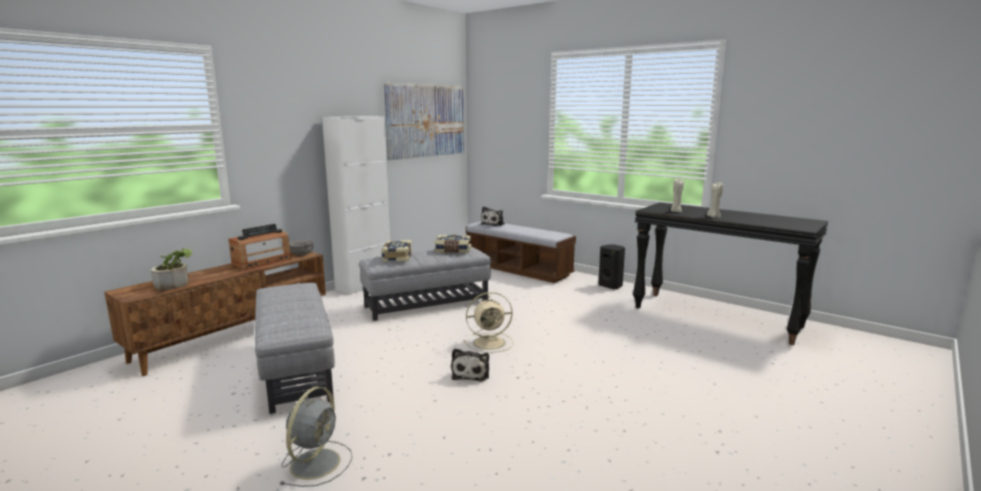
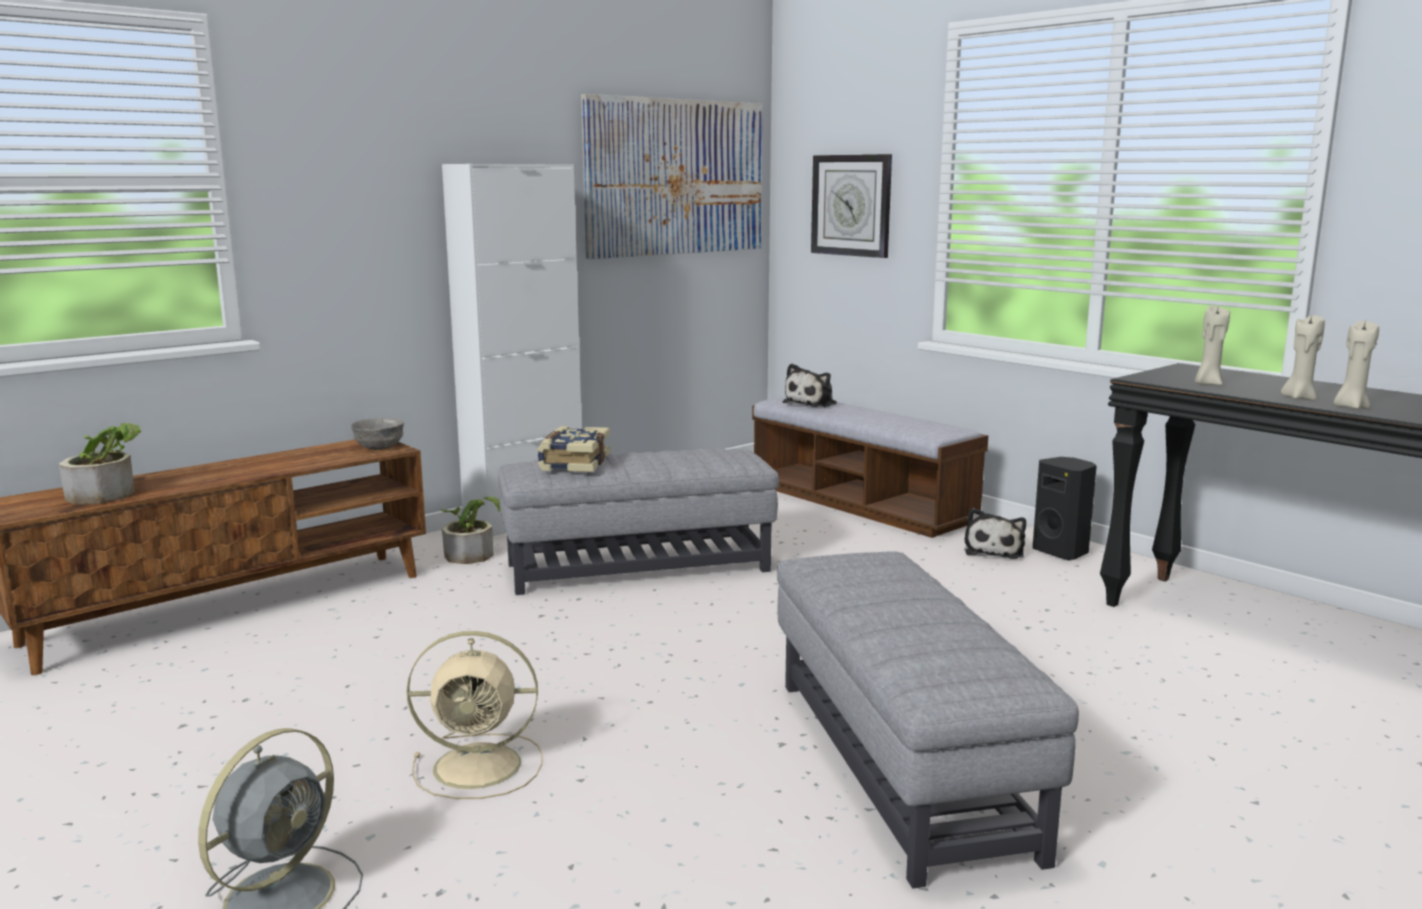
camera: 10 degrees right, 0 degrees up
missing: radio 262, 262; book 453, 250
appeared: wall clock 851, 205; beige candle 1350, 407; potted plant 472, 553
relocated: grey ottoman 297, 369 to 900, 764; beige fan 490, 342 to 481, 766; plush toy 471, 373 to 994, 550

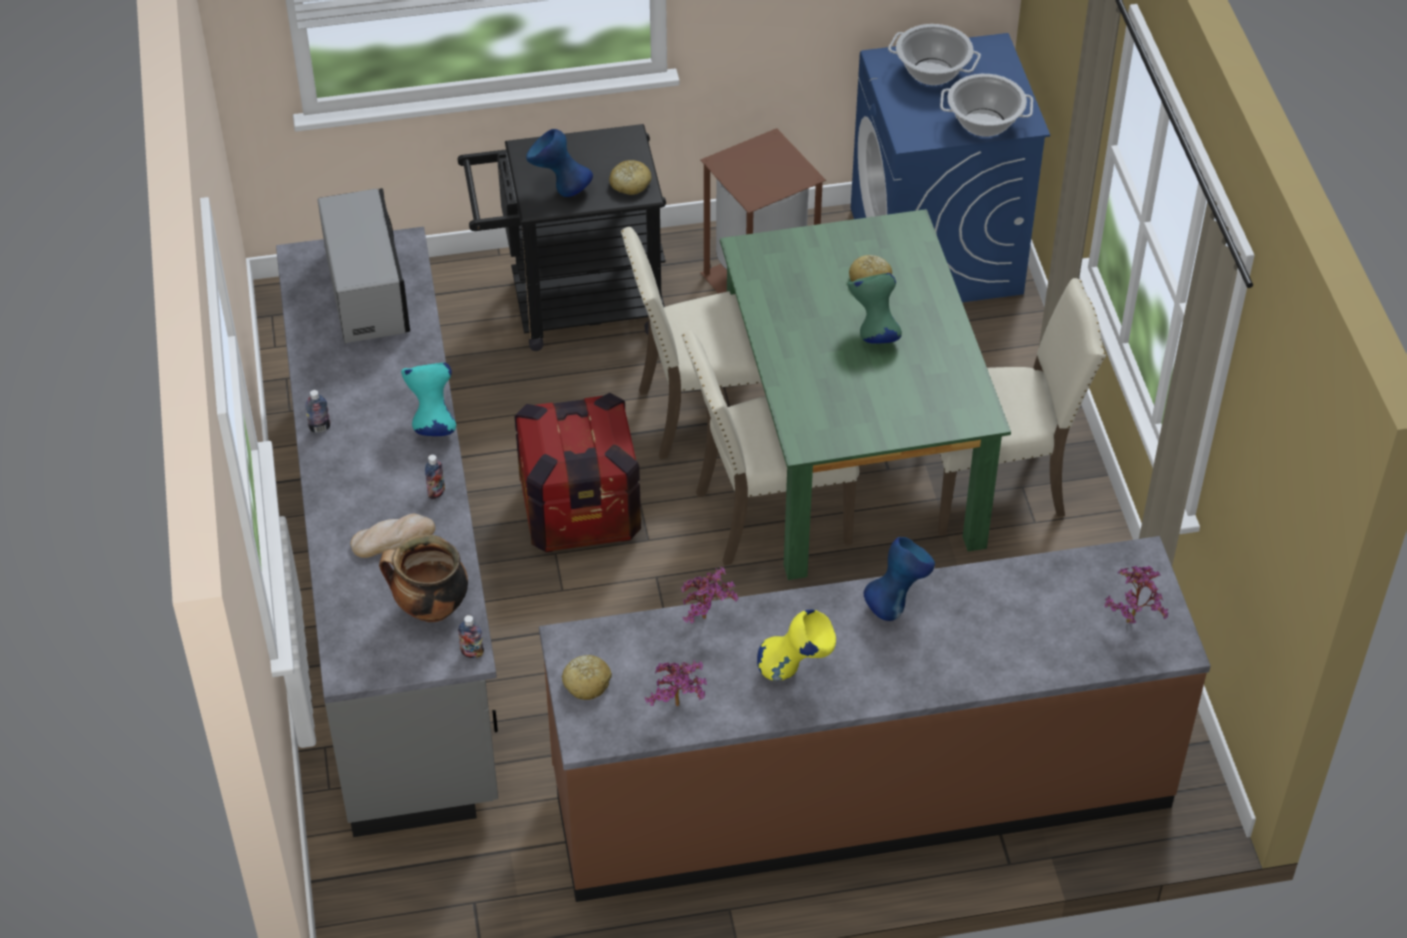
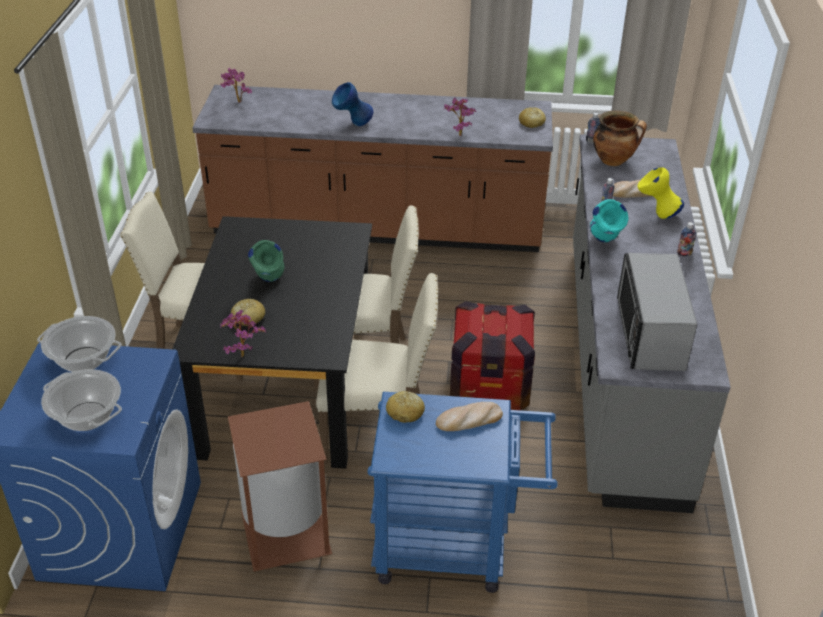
camera: 165 degrees left, 10 degrees down
relocated: yellow vase 796, 671 to 656, 215; potted plant 679, 708 to 242, 353
exchanged: blue vase 560, 189 to bread 469, 420
colour: black cart 571, 306 to blue cart 454, 547; green dining table 850, 452 to black dining table 288, 387

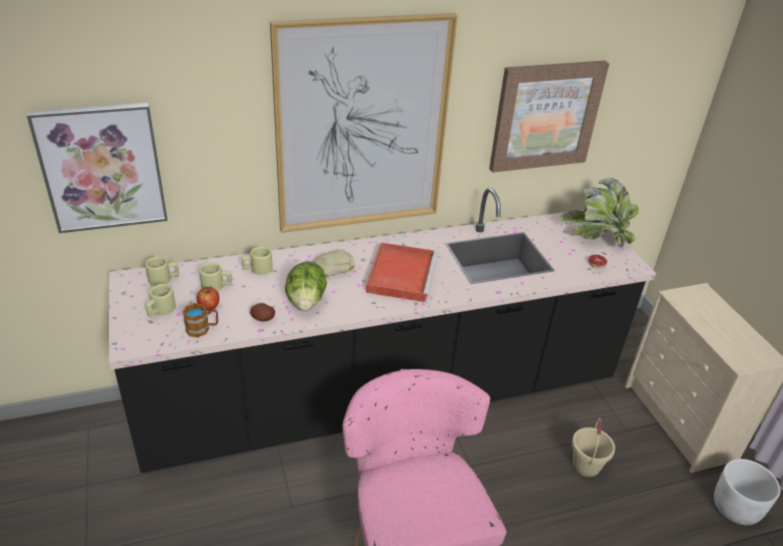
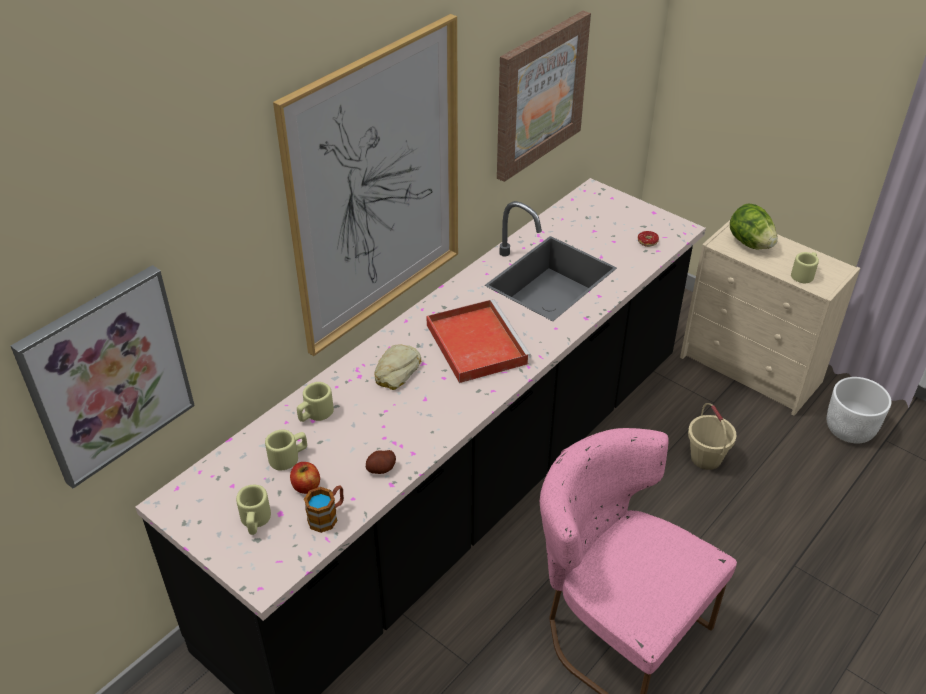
camera: 30 degrees left, 5 degrees up
missing: potted plant 596, 237
relocated: beige mug 164, 279 to 804, 274; lettuce 306, 302 to 750, 243

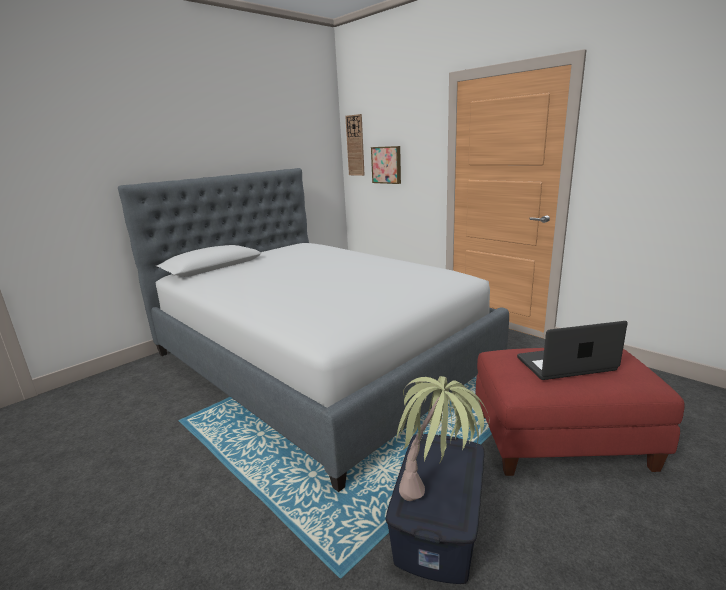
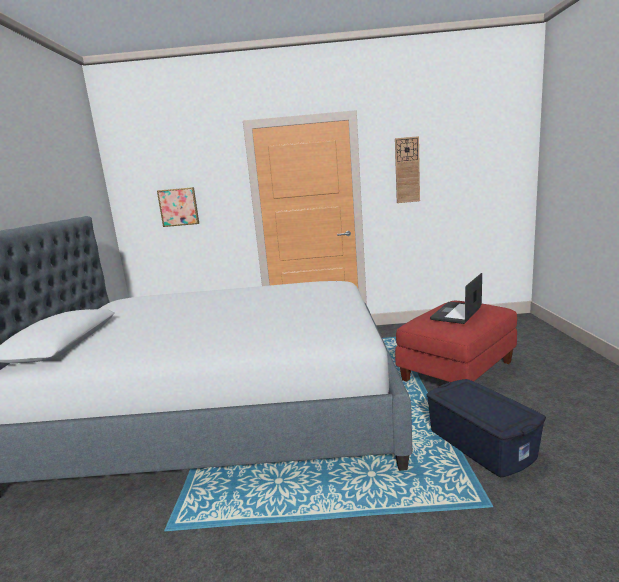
camera: 45 degrees left, 5 degrees down
missing: potted plant 438, 488
relocated: wall clock 355, 145 to 407, 170

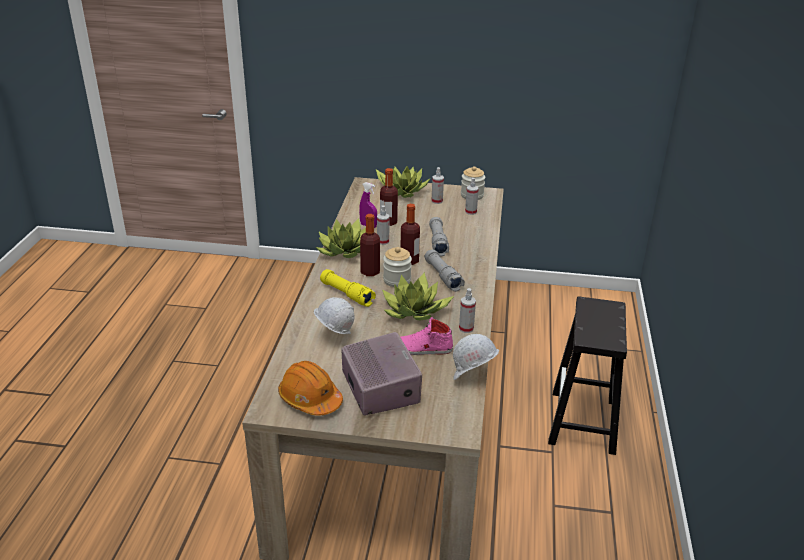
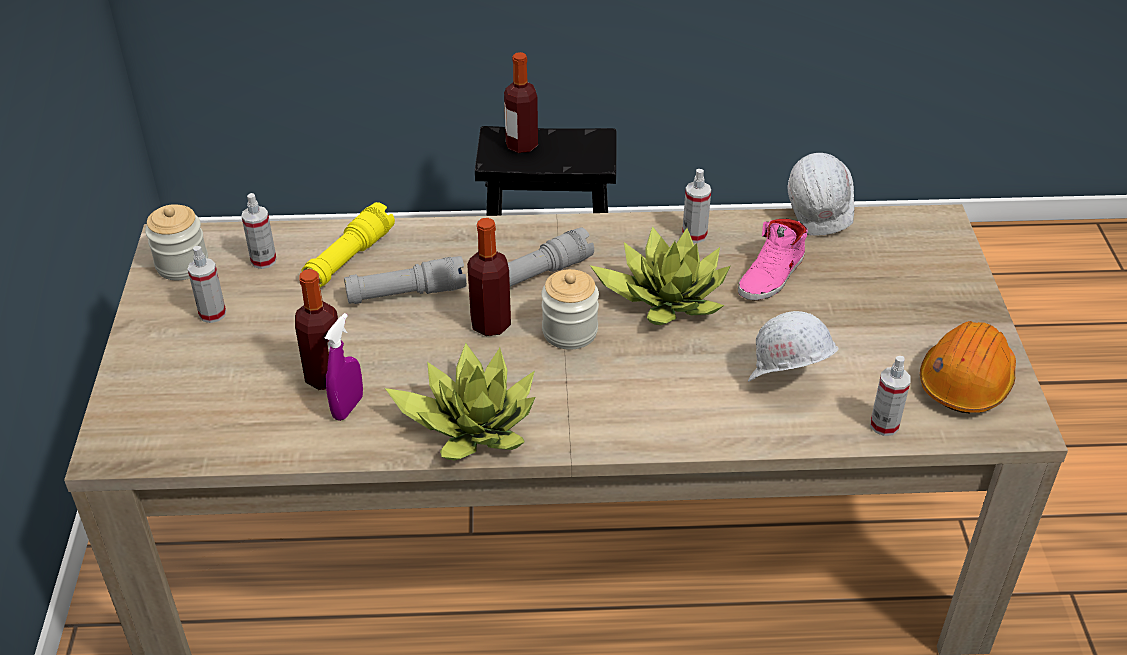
camera: 100 degrees left, 10 degrees up
missing: potted plant 402, 191; radio 380, 387
relocated: spray bottle 383, 241 to 884, 425; bottle 370, 272 to 521, 145; yellow flashlight 347, 294 to 349, 258
spun: pink shoe 422, 349 = 772, 276 45 degrees clockwise

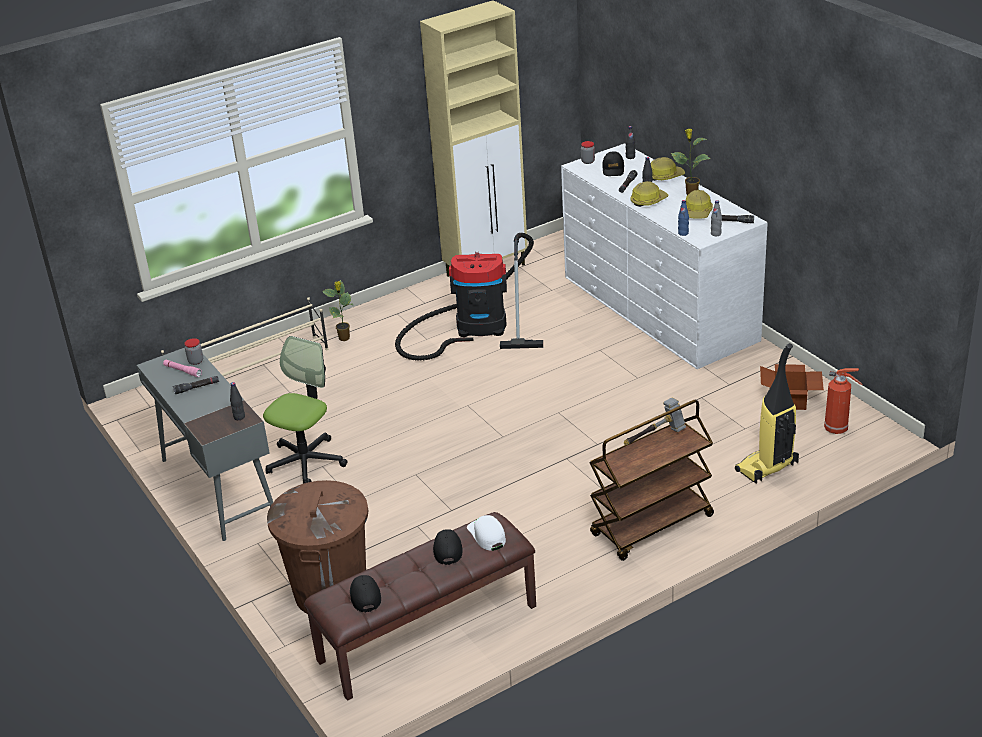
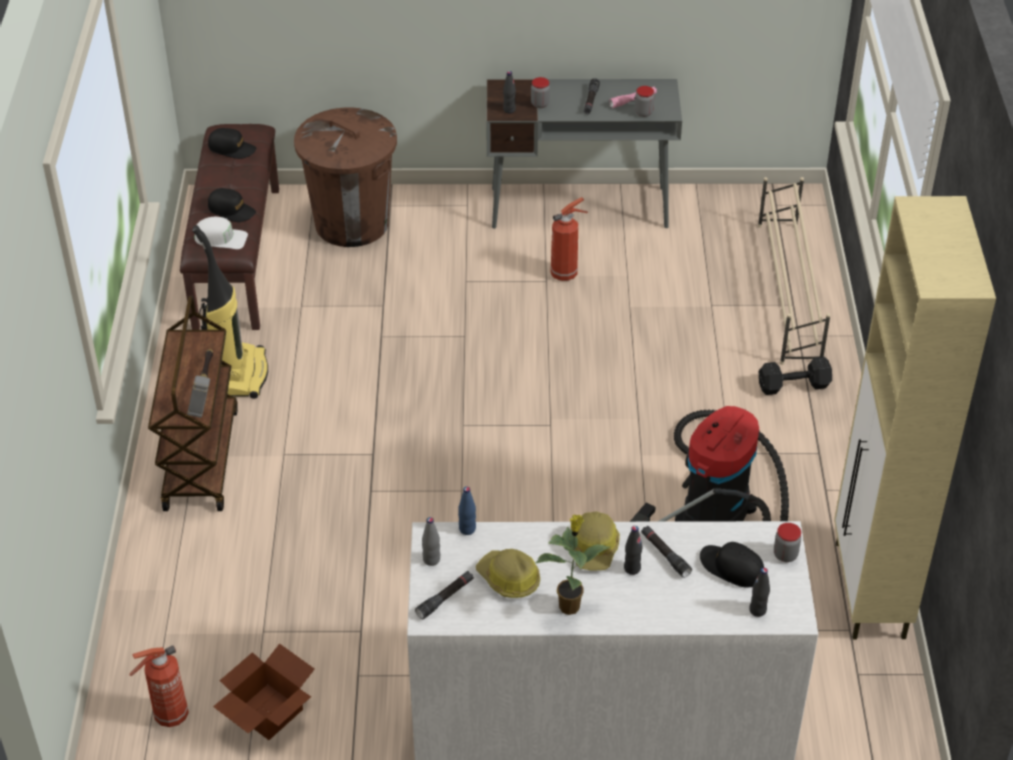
camera: 120 degrees right, 10 degrees up
missing: hard hat 665, 176
appeared: jar 540, 104
relocated: vacuum cleaner 767, 468 to 241, 374
exchanged: potted plant 344, 338 to black dumbbell 795, 386; office chair 306, 461 to fire extinguisher 565, 273

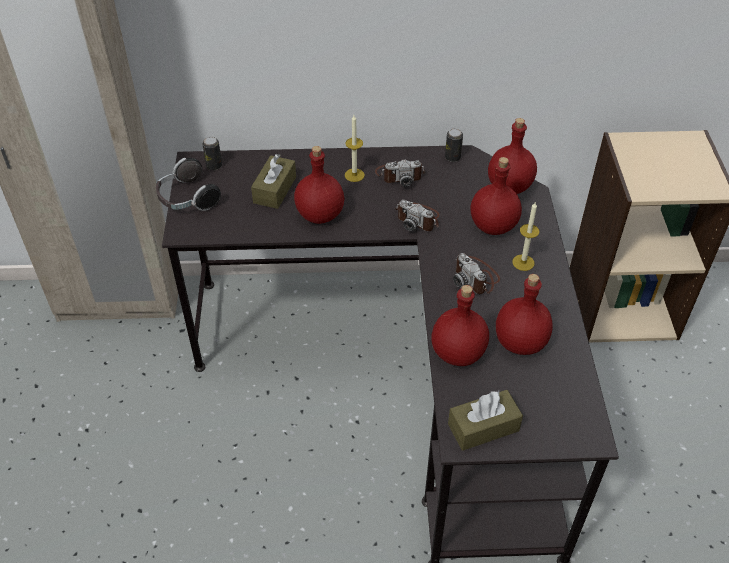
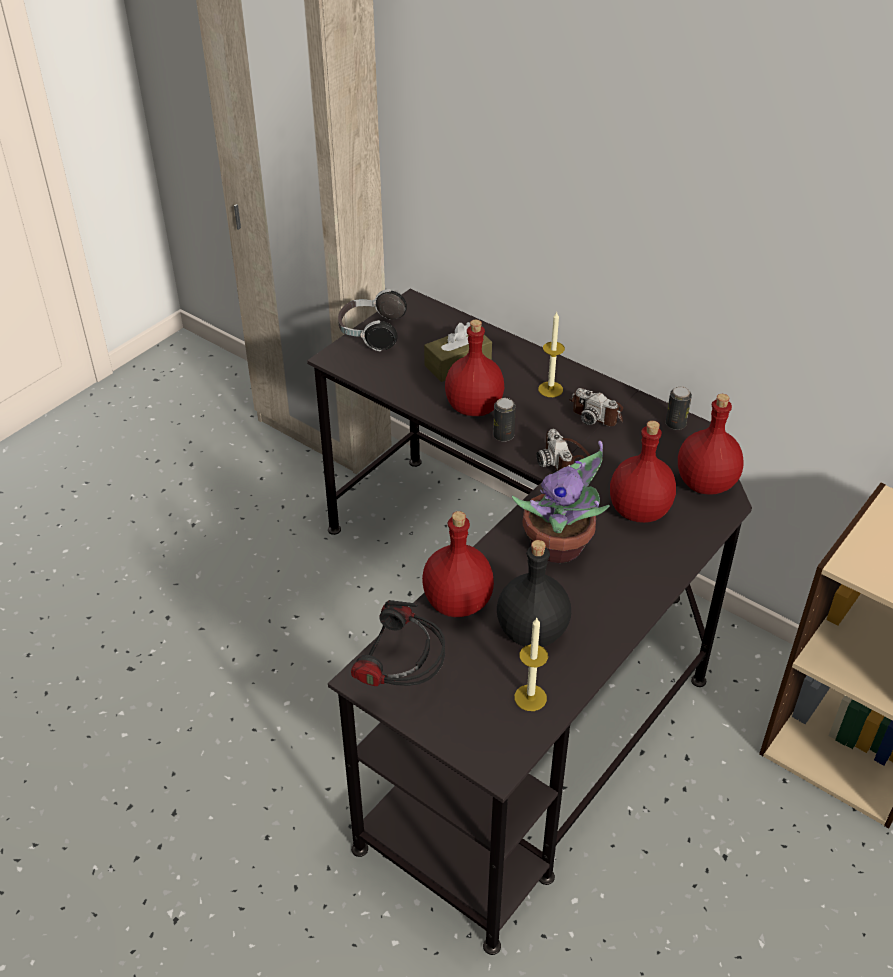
camera: 40 degrees right, 5 degrees down
relocated: can 214, 165 to 503, 435; candle 523, 262 to 530, 697
exchanged: photo camera 476, 277 to potted plant 560, 547; brown tissue box 483, 427 to headphones 401, 681
colour: red bottle 519, 342 to black bottle 531, 631

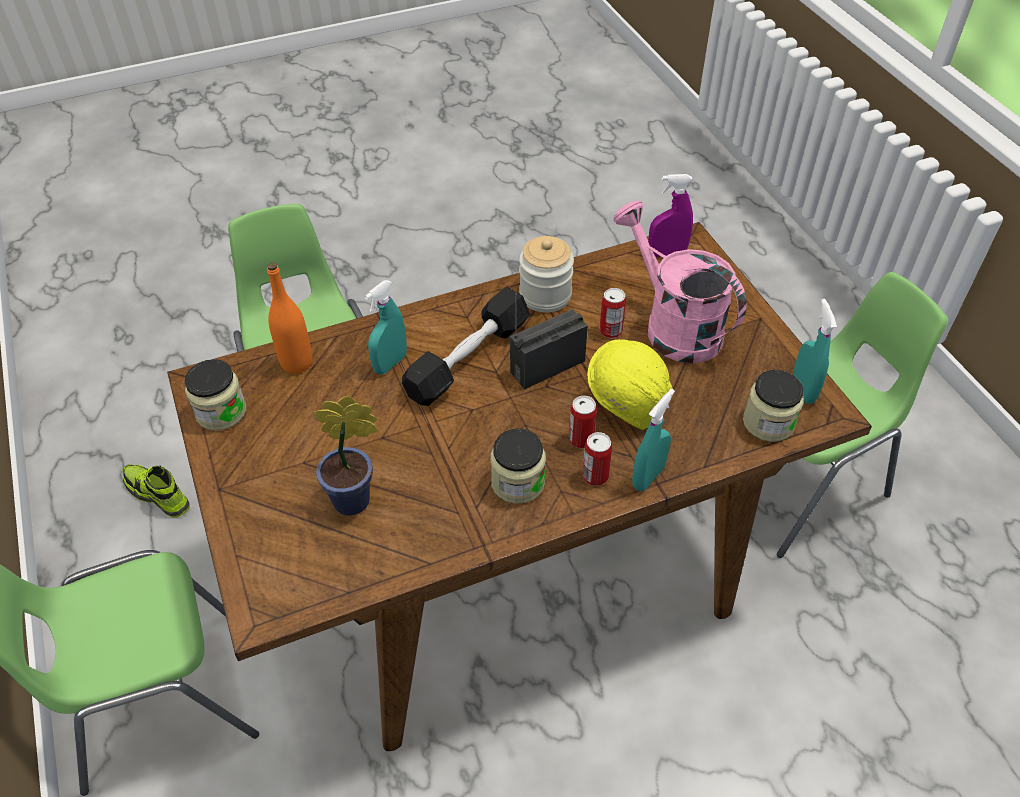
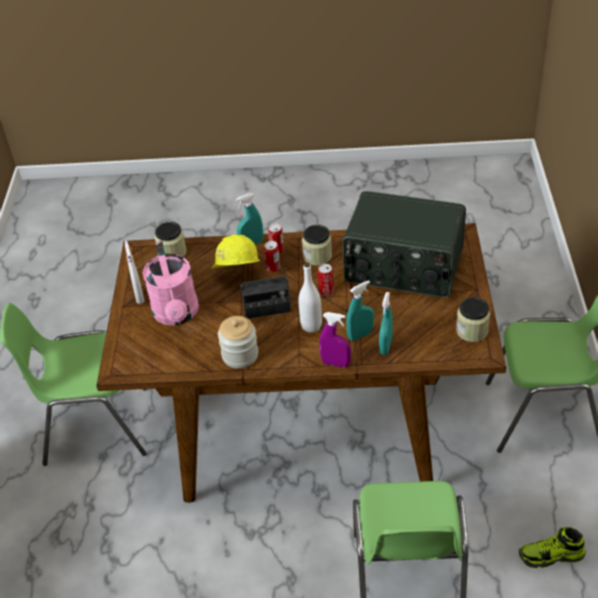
camera: 155 degrees left, 5 degrees down
missing: orange bottle 297, 363
appeared: white spray bottle 139, 296
relocated: purple spray bottle 667, 253 to 335, 363; can 610, 331 to 326, 291; turquoise spray bottle 803, 389 to 385, 346
exchanged: black dumbbell 468, 359 to white bottle 311, 325; potted plant 357, 500 to radio 403, 267
spun: shoe 157, 495 = 551, 556 120 degrees clockwise

